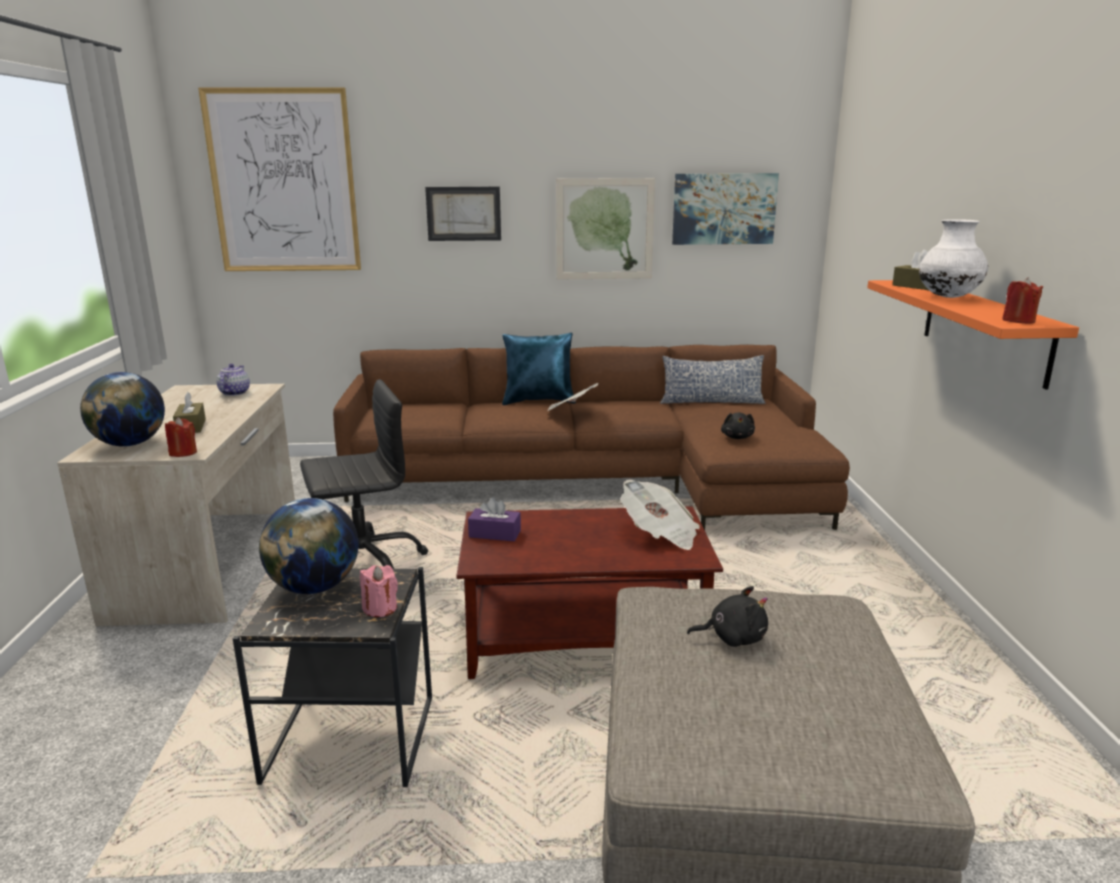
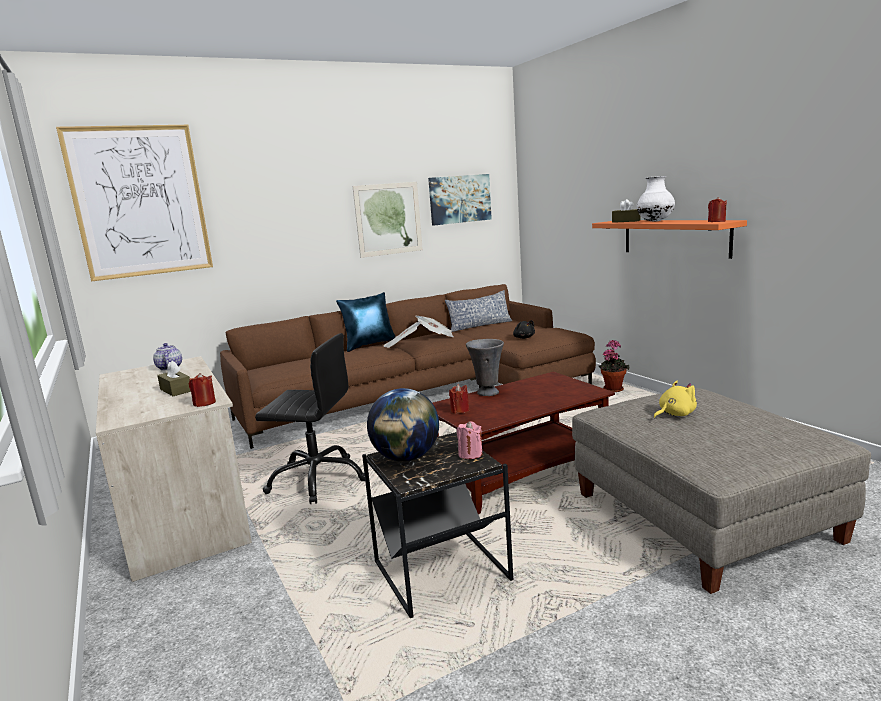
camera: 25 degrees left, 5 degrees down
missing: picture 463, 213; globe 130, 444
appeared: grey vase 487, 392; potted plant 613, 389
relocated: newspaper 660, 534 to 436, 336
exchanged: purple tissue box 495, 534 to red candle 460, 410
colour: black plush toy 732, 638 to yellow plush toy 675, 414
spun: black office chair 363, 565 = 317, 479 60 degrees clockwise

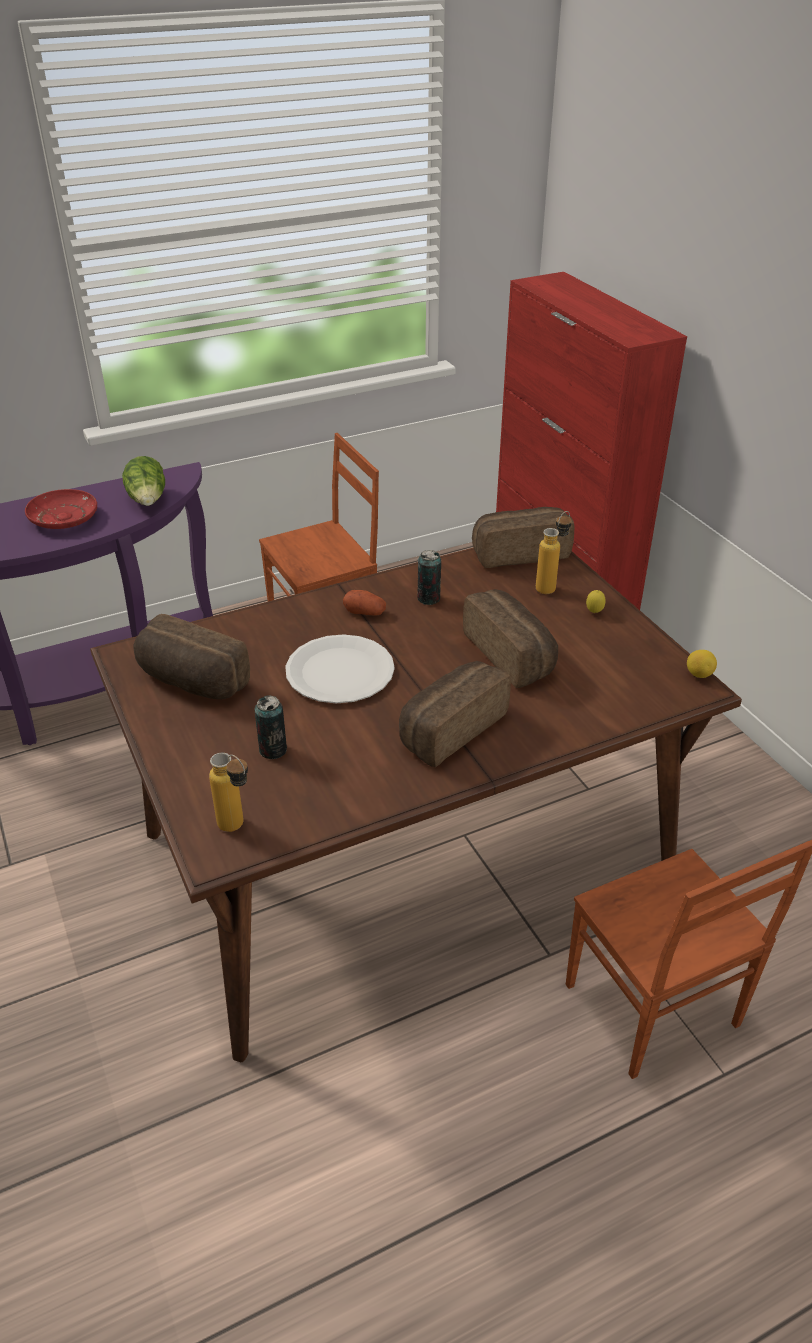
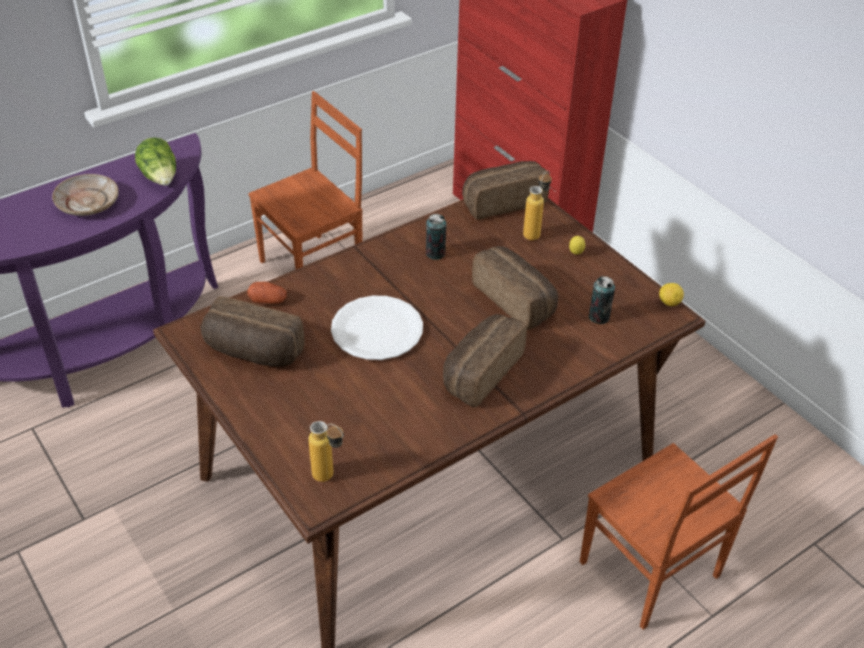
camera: 10 degrees left, 5 degrees up
relocated: potato 365, 612 to 268, 300; can 273, 750 to 599, 317
colour: red plate 64, 518 to beige plate 88, 202

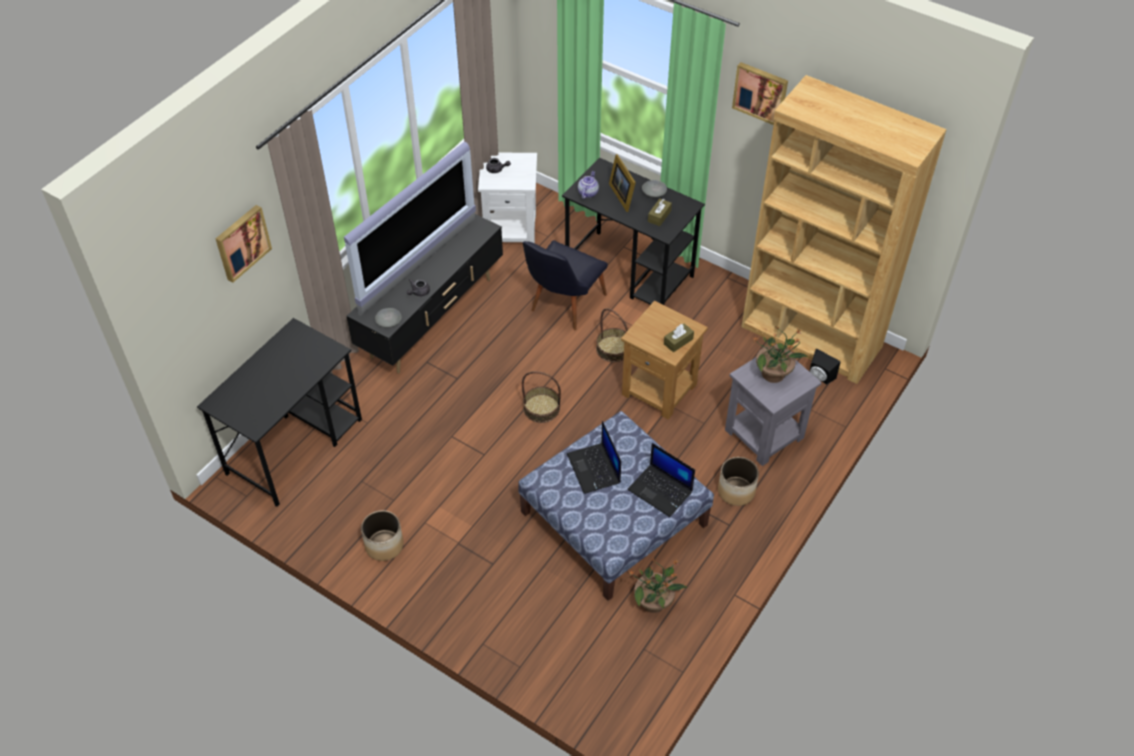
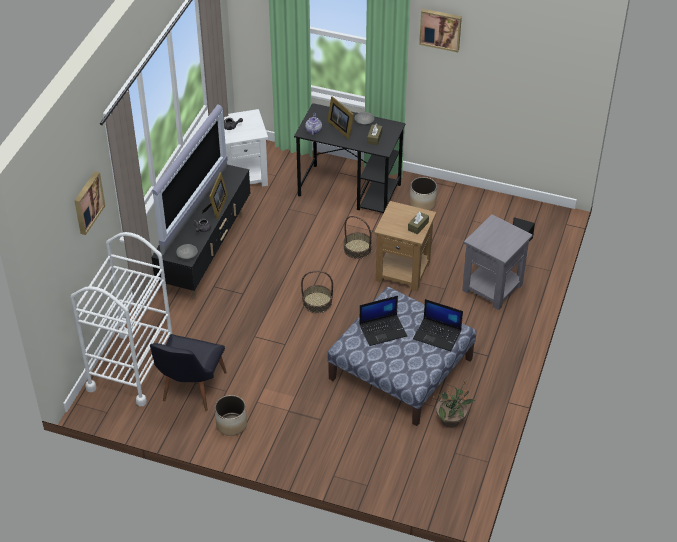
camera: 15 degrees left, 5 degrees down
missing: brown bookcase 811, 337; potted plant 774, 374
appeared: picture frame 217, 207
relocated: black chair 563, 306 to 190, 391; planter 736, 491 to 422, 203
exchanged: black desk 295, 445 to white cart 132, 368
spun: laptop 594, 469 = 383, 330 75 degrees counterclockwise

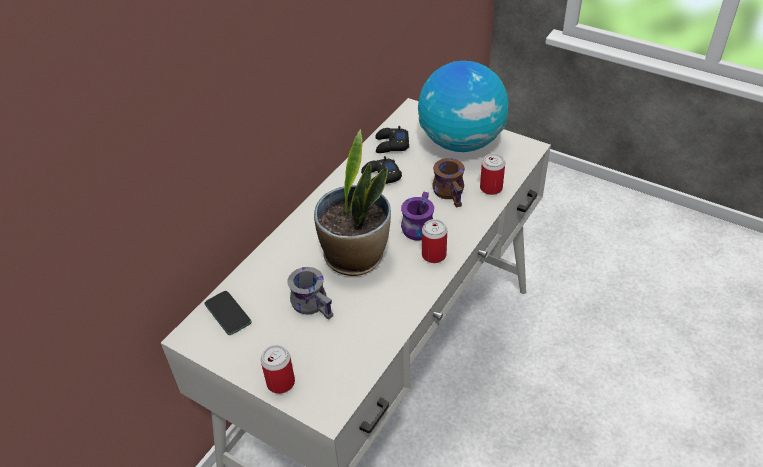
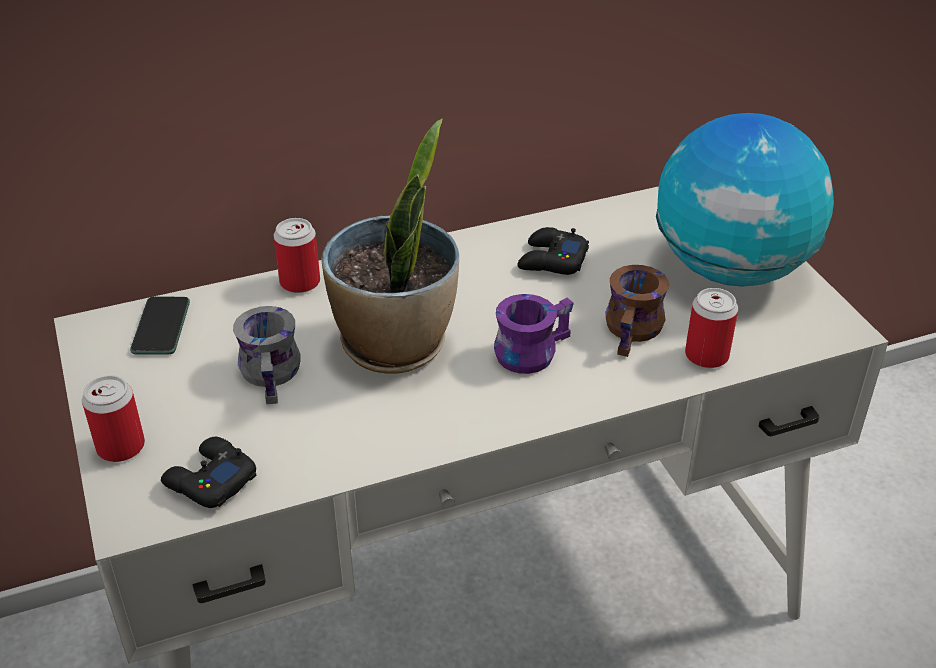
camera: 35 degrees right, 5 degrees down
relocated: black game controller 391, 145 to 209, 480; can 434, 255 to 300, 282

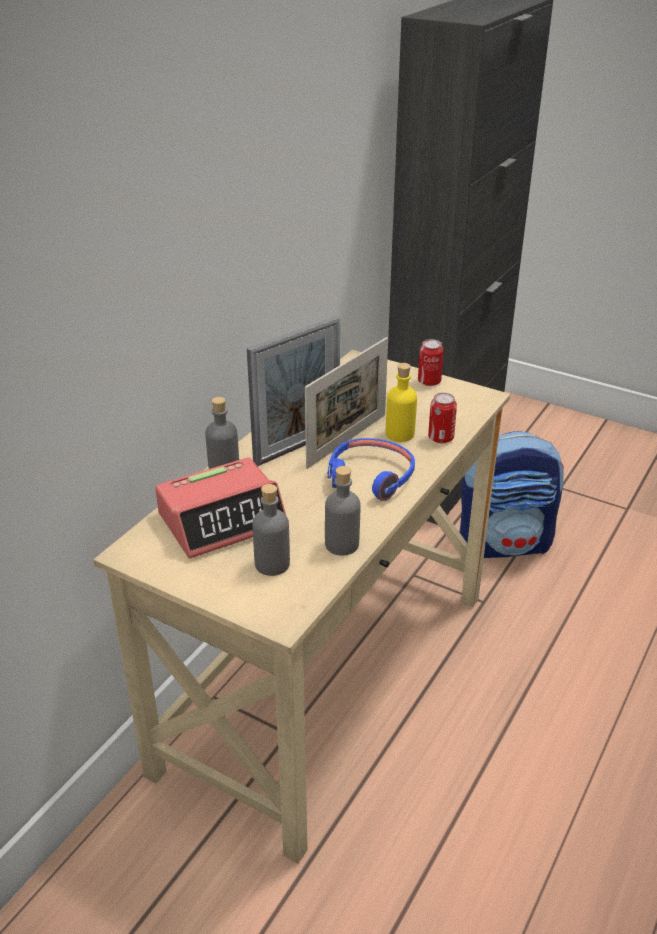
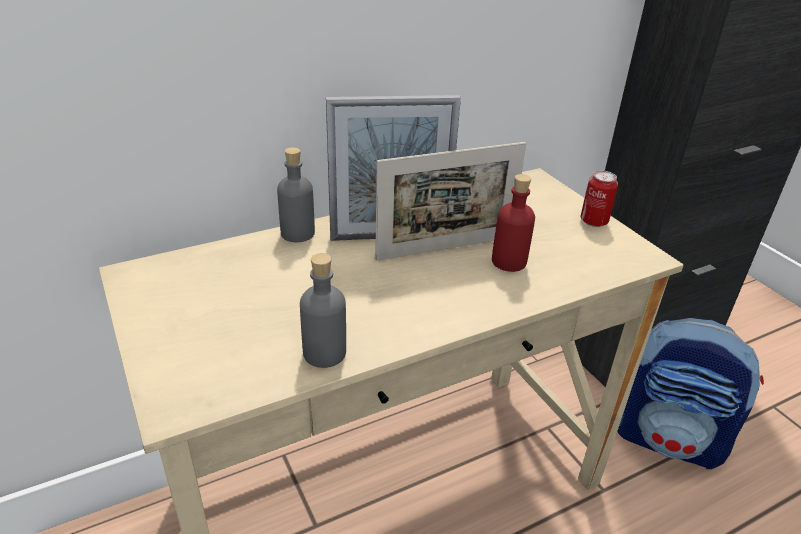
camera: 30 degrees right, 0 degrees up
missing: can 440, 438; blue headphones 370, 476; alarm clock 222, 519; grey bottle 272, 564
colour: yellow bottle 400, 434 to red bottle 509, 261

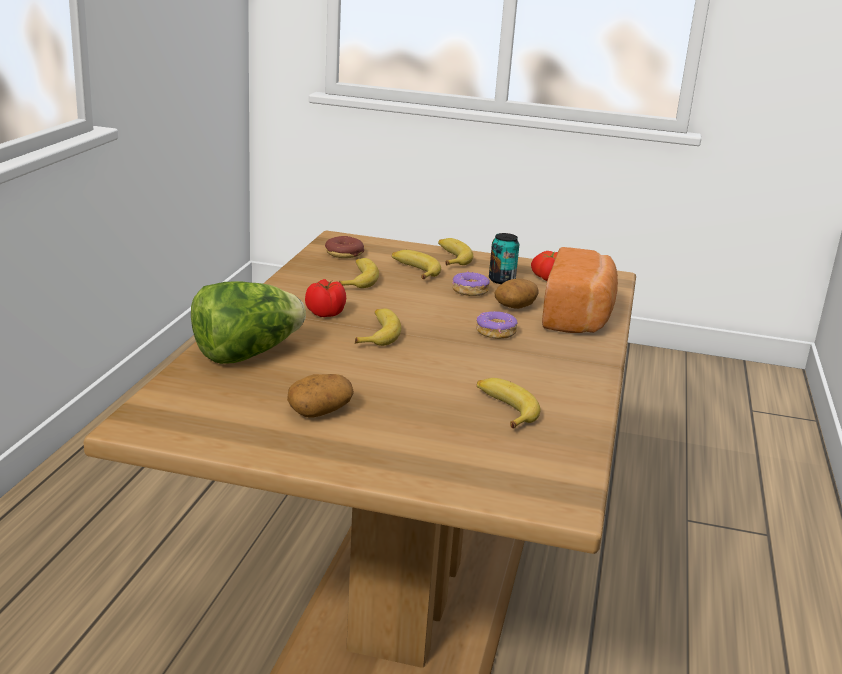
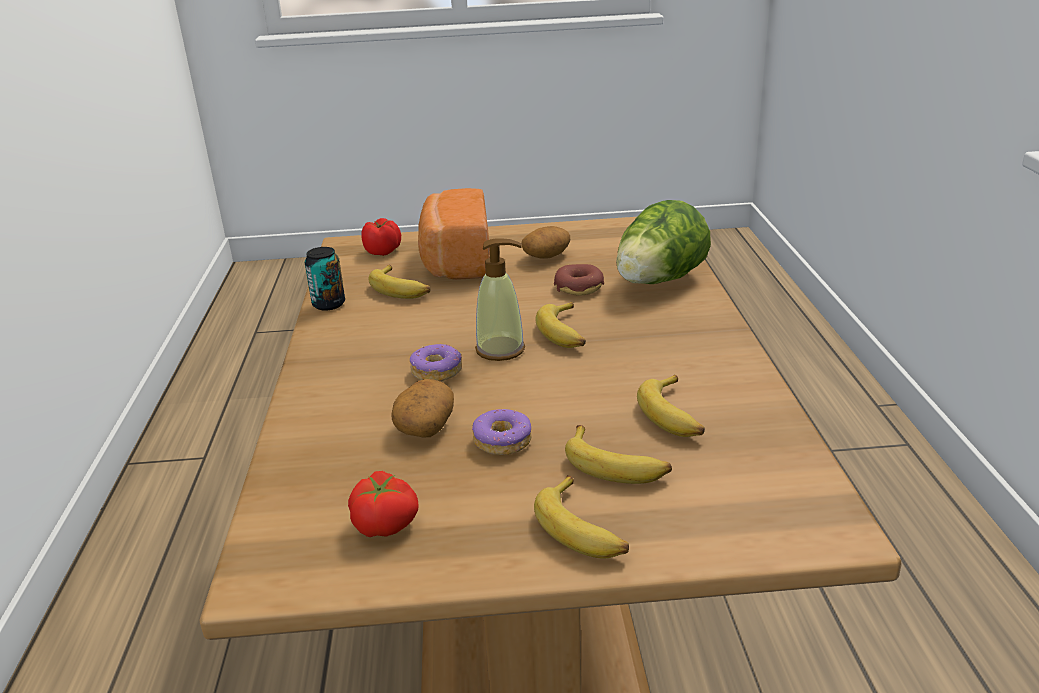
camera: 165 degrees right, 5 degrees up
appeared: soap dispenser 501, 350
relocated: can 501, 280 to 329, 304; donut 344, 254 to 579, 287; bread 579, 317 to 455, 261; tomato 324, 313 to 383, 251

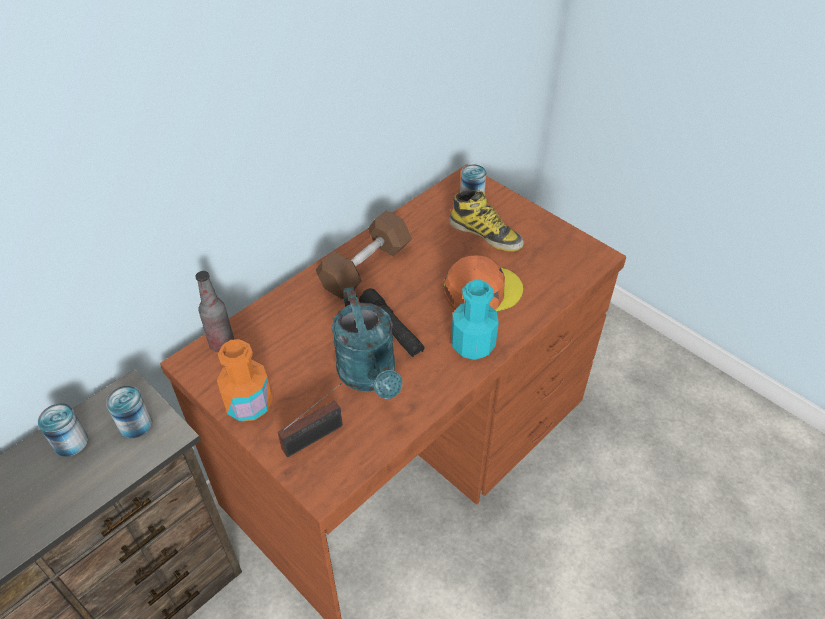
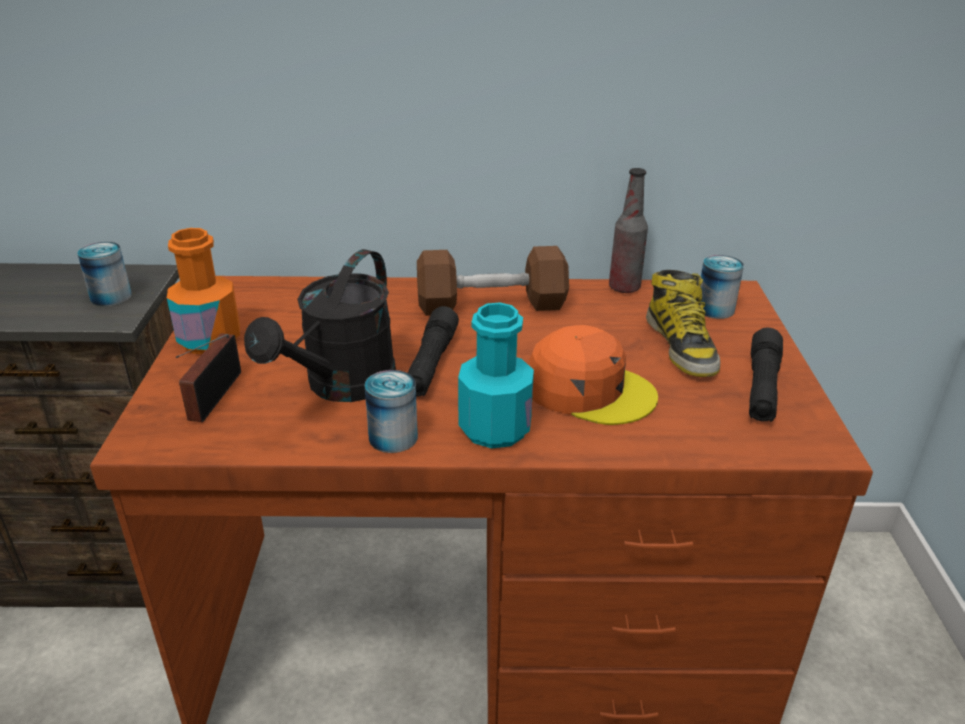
camera: 45 degrees right, 15 degrees down
appeared: black flashlight 762, 387
relocated: bottle 222, 343 to 624, 288; can 71, 442 to 393, 437
colour: turquoise watering can 370, 376 to black watering can 342, 386
spun: radio 316, 436 = 212, 398 90 degrees clockwise

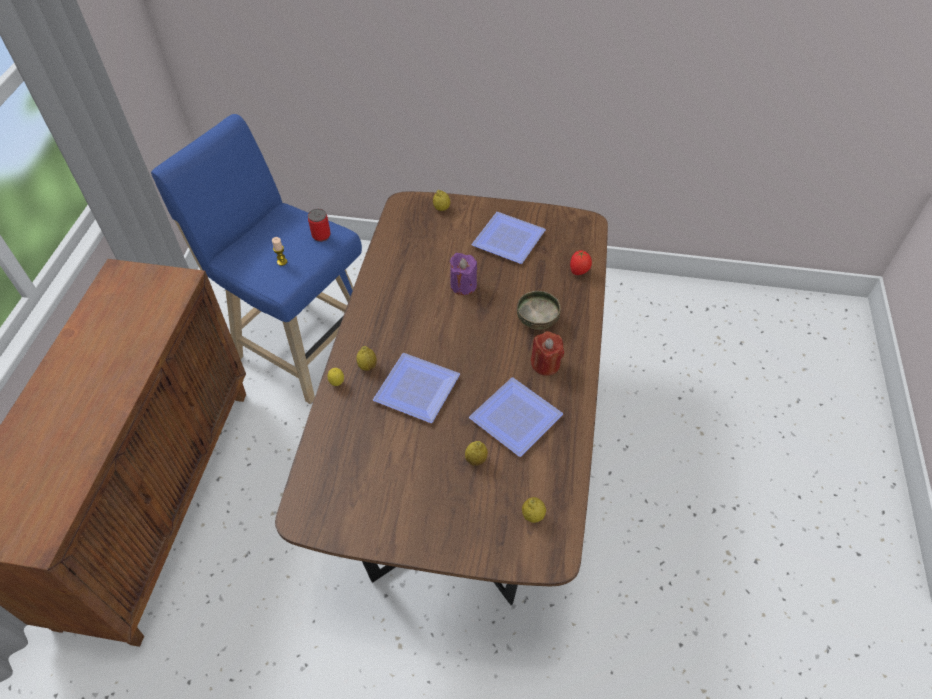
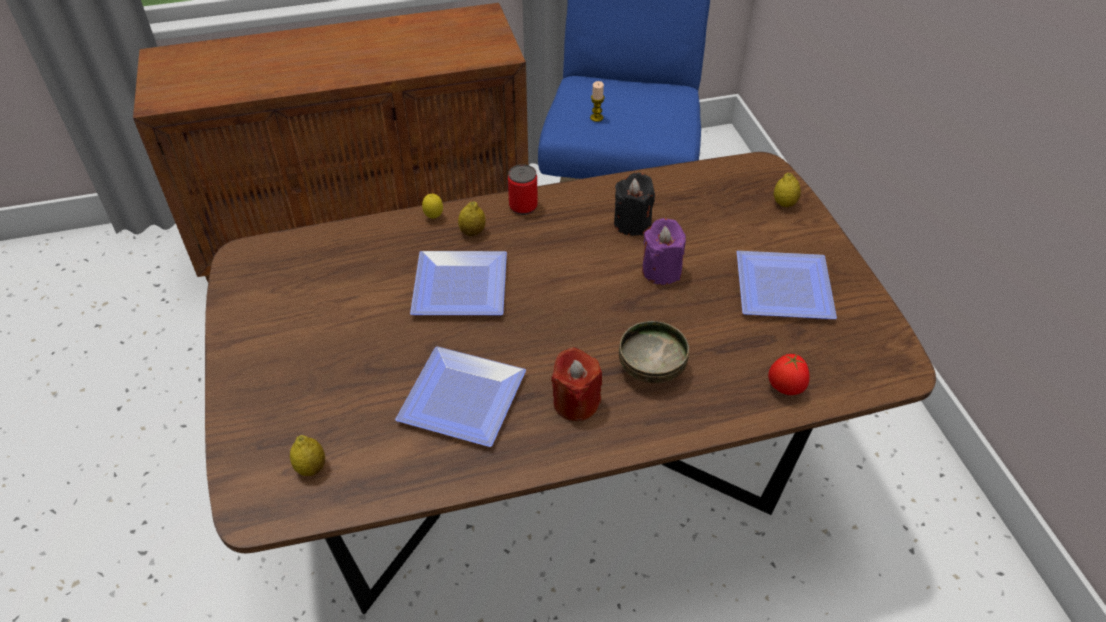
camera: 65 degrees right, 5 degrees down
missing: lemon 476, 460
appeared: black candle 632, 223
relocated: can 321, 235 to 523, 206

